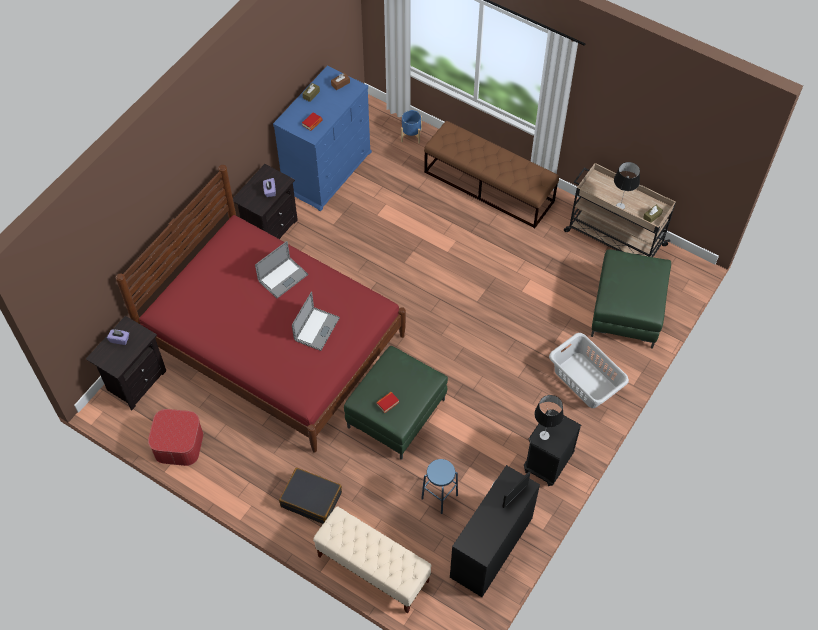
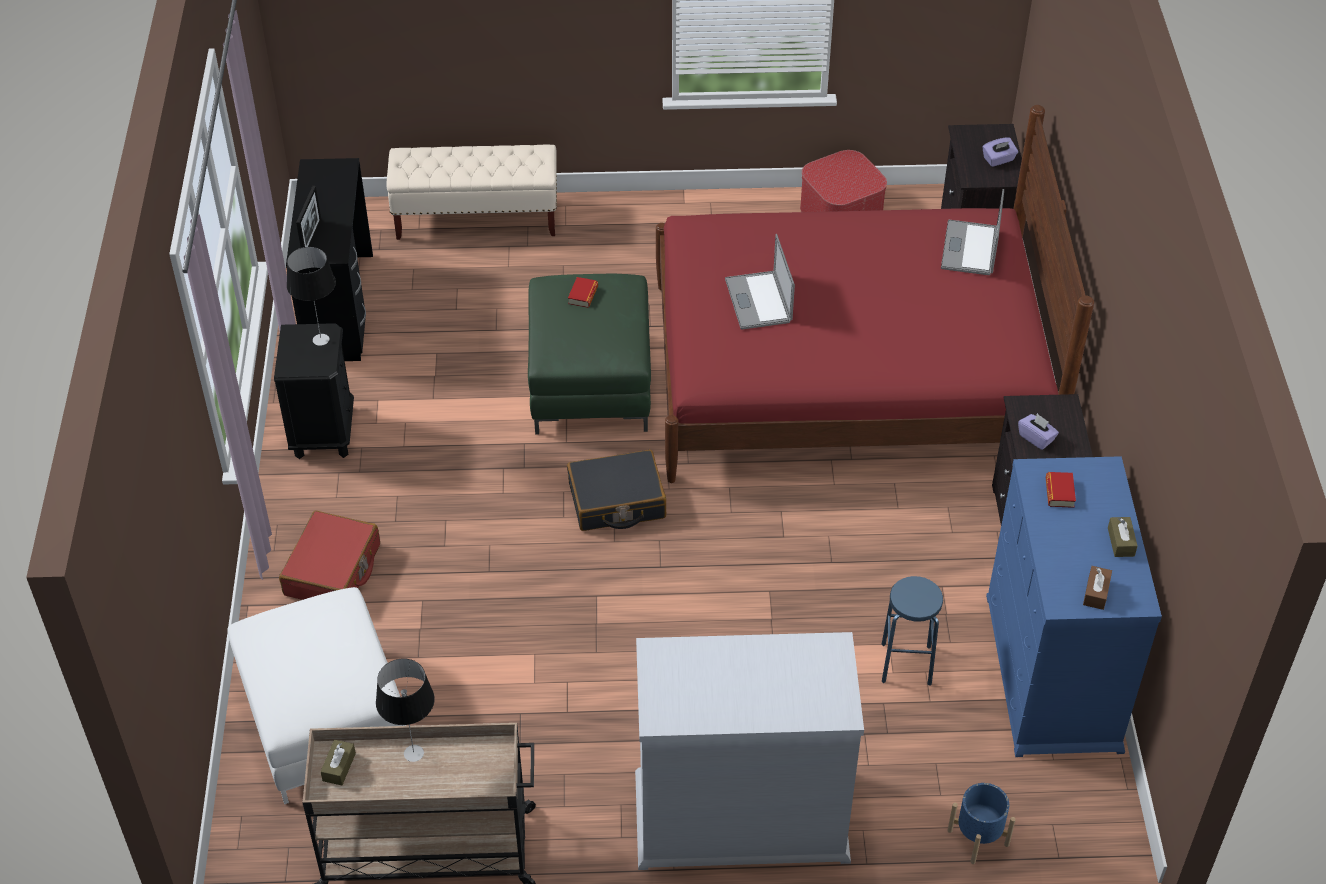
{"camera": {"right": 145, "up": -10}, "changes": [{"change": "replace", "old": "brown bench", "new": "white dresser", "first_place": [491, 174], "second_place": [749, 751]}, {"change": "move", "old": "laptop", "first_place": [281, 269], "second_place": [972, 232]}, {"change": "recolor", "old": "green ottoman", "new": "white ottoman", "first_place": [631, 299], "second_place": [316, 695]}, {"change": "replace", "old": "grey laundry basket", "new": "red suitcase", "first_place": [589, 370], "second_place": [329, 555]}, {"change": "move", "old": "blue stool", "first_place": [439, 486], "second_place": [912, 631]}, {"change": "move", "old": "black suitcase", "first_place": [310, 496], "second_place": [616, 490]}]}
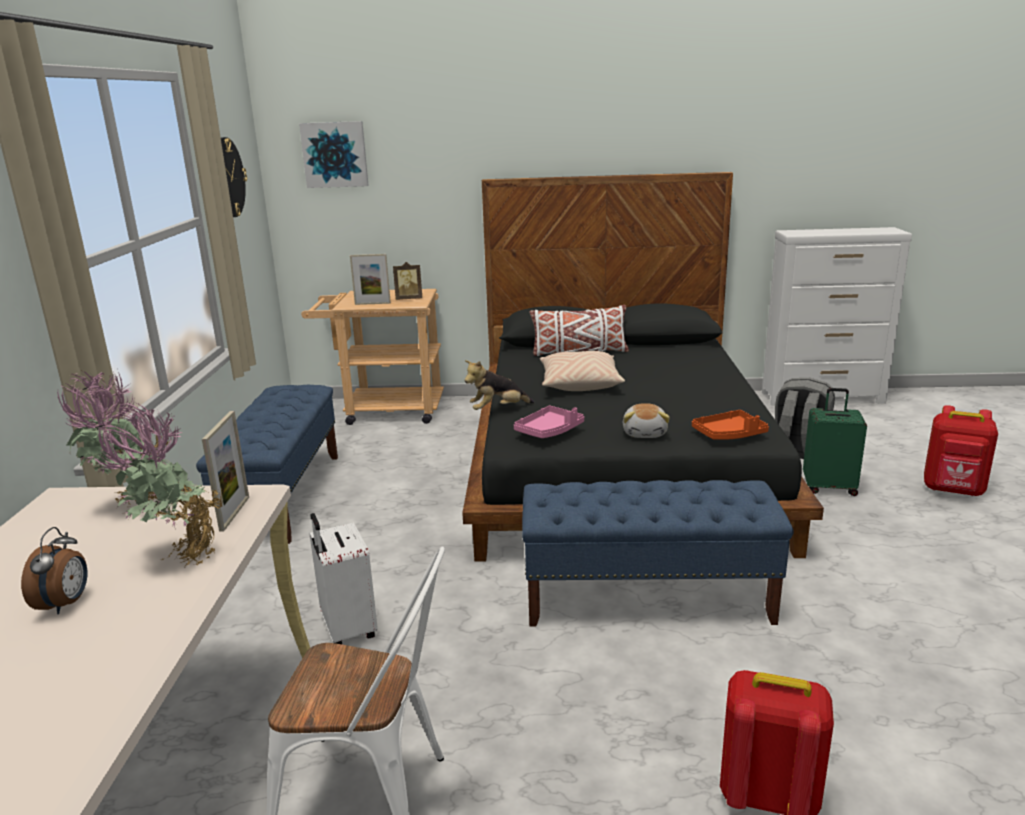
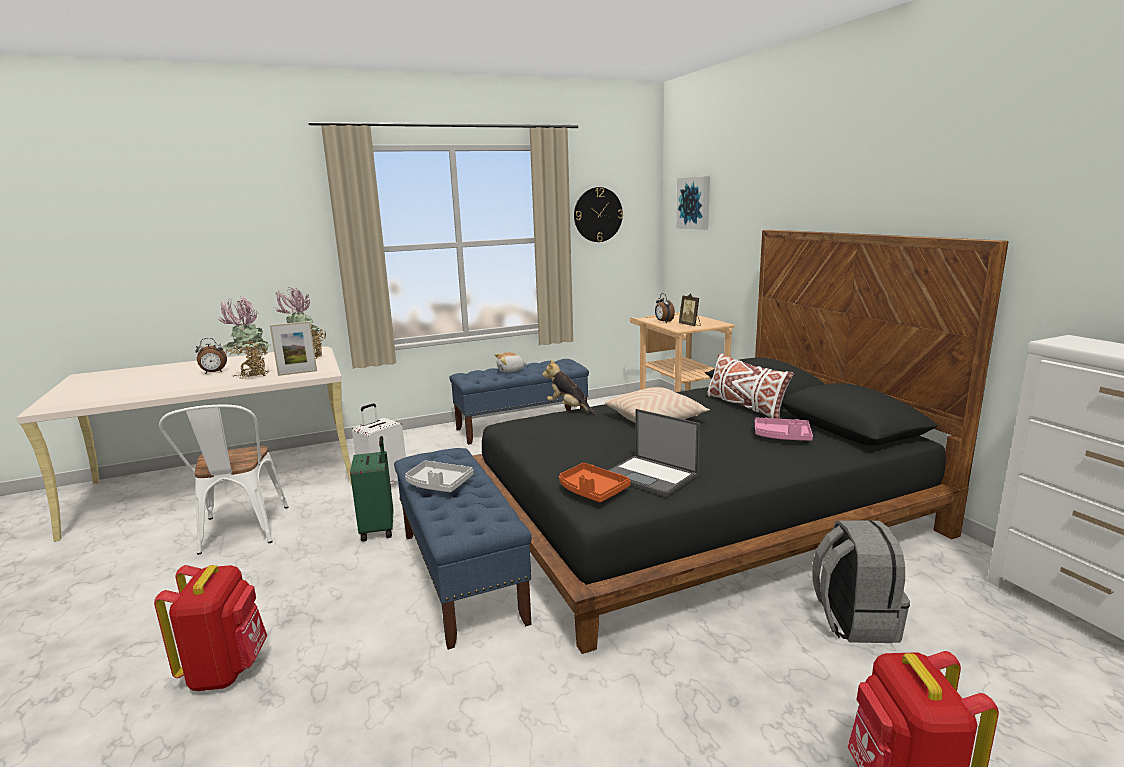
{"camera": {"right": 65, "up": -5}, "changes": [{"change": "replace", "old": "picture frame", "new": "alarm clock", "first_place": [370, 279], "second_place": [665, 308]}, {"change": "move", "old": "green suitcase", "first_place": [835, 442], "second_place": [371, 489]}, {"change": "move", "old": "plush toy", "first_place": [646, 420], "second_place": [511, 362]}, {"change": "move", "old": "pink tray", "first_place": [549, 422], "second_place": [784, 429]}, {"change": "insert", "new": "laptop", "second_place": [654, 453]}, {"change": "insert", "new": "grey tray", "second_place": [439, 476]}]}
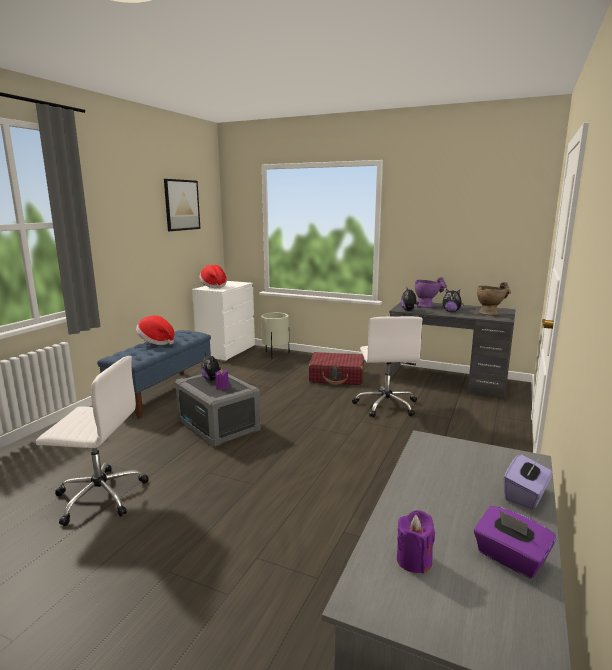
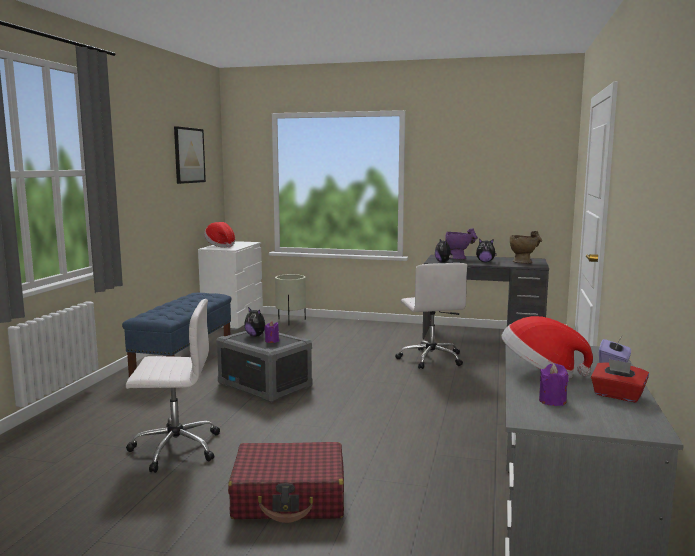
{"camera": {"right": -10, "up": -5}, "changes": [{"change": "move", "old": "hat", "first_place": [155, 330], "second_place": [547, 347]}, {"change": "move", "old": "red suitcase", "first_place": [336, 368], "second_place": [286, 482]}, {"change": "recolor", "old": "purple tissue box", "new": "red tissue box", "first_place": [515, 542], "second_place": [620, 380]}]}
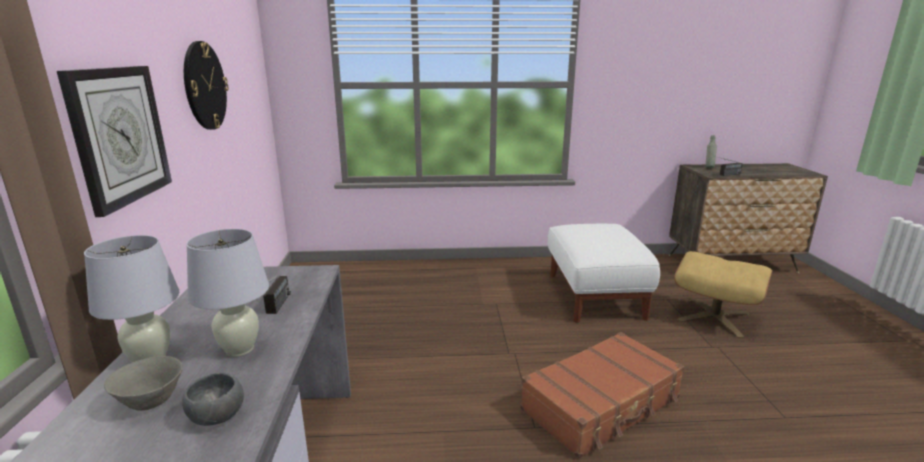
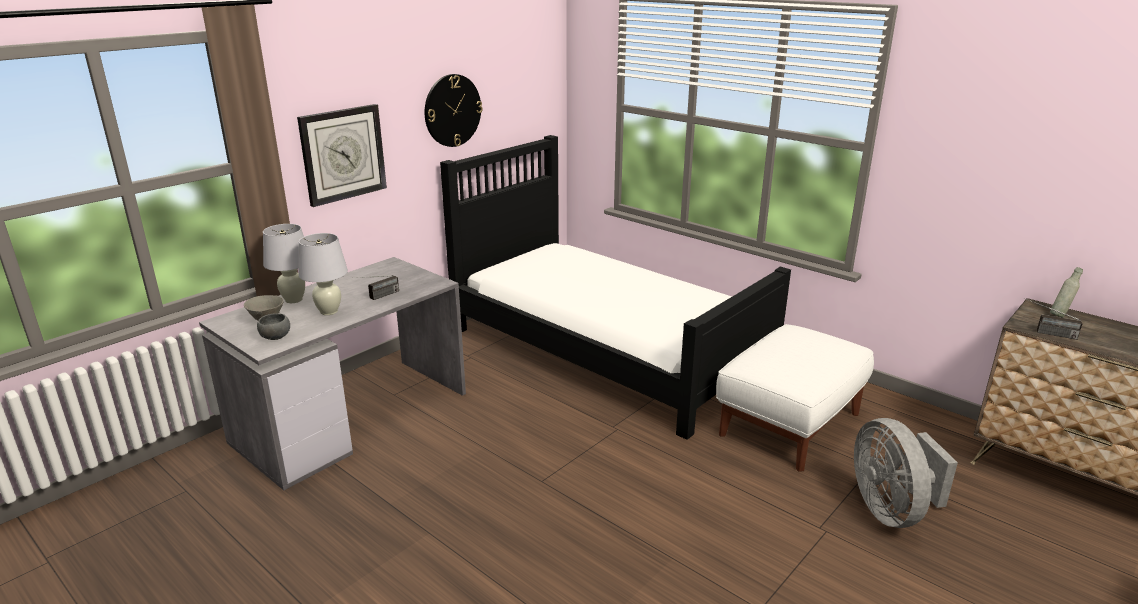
{"camera": {"right": 45, "up": 5}, "changes": [{"change": "replace", "old": "beige ottoman", "new": "grey fan", "first_place": [723, 294], "second_place": [906, 473]}, {"change": "delete", "old": "brown suitcase", "first_place": [602, 395]}, {"change": "insert", "new": "black bed", "second_place": [615, 287]}]}
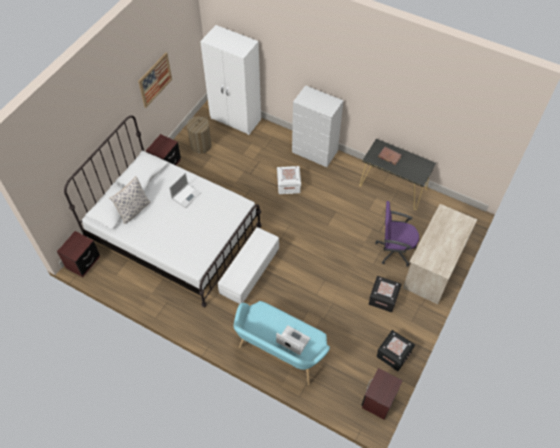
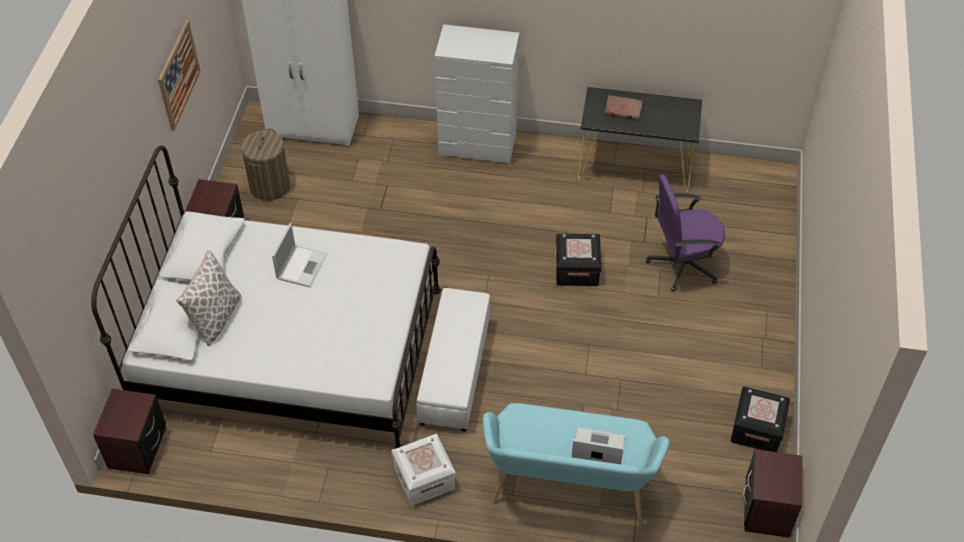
{"camera": {"right": -20, "up": -5}, "changes": [{"change": "move", "old": "white storage box", "first_place": [289, 180], "second_place": [424, 469]}, {"change": "delete", "old": "beige desk", "first_place": [440, 254]}, {"change": "move", "old": "black storage box", "first_place": [385, 294], "second_place": [578, 260]}]}
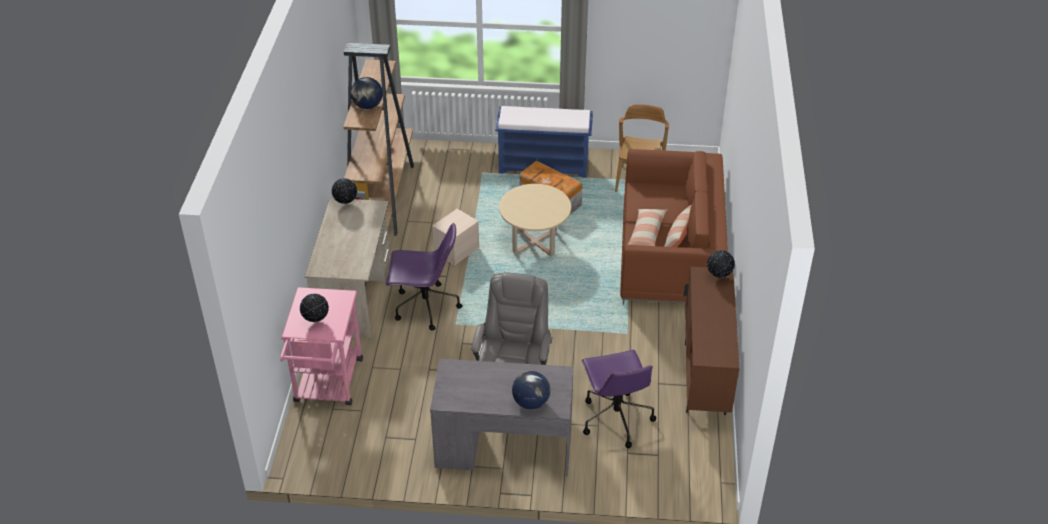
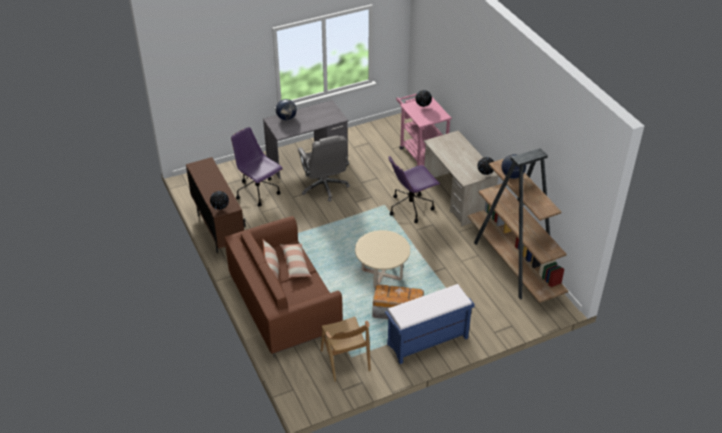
{"camera": {"right": 150, "up": 0}, "changes": [{"change": "delete", "old": "beige storage box", "first_place": [455, 237]}]}
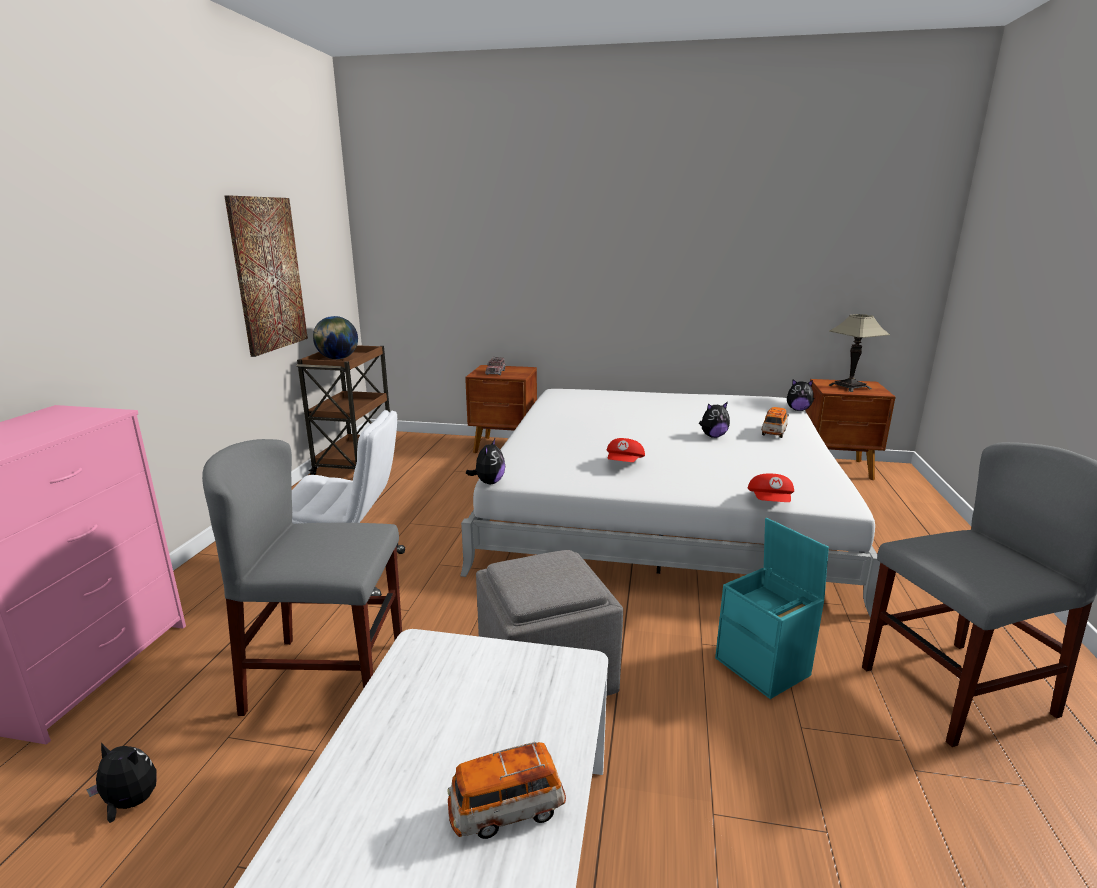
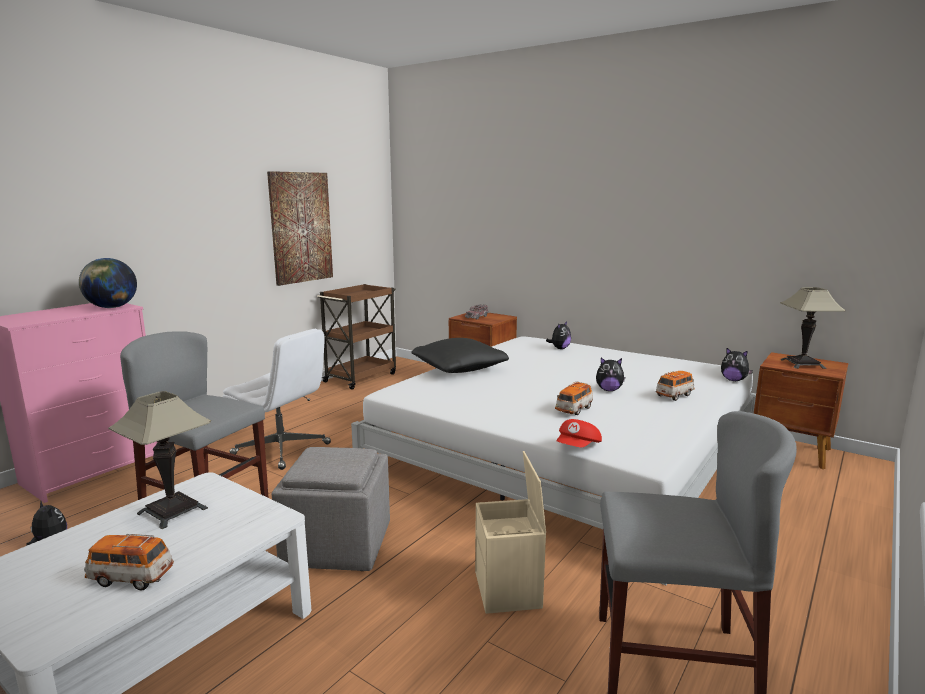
{"camera": {"right": 25, "up": -5}, "changes": [{"change": "move", "old": "globe", "first_place": [335, 337], "second_place": [108, 283]}, {"change": "delete", "old": "red cap", "first_place": [626, 450]}, {"change": "move", "old": "plush toy", "first_place": [485, 461], "second_place": [558, 335]}, {"change": "recolor", "old": "turquoise storage box", "new": "beige storage box", "first_place": [772, 608], "second_place": [510, 532]}, {"change": "insert", "new": "black pillow", "second_place": [460, 355]}, {"change": "insert", "new": "toy car", "second_place": [574, 398]}, {"change": "insert", "new": "table lamp", "second_place": [159, 460]}]}
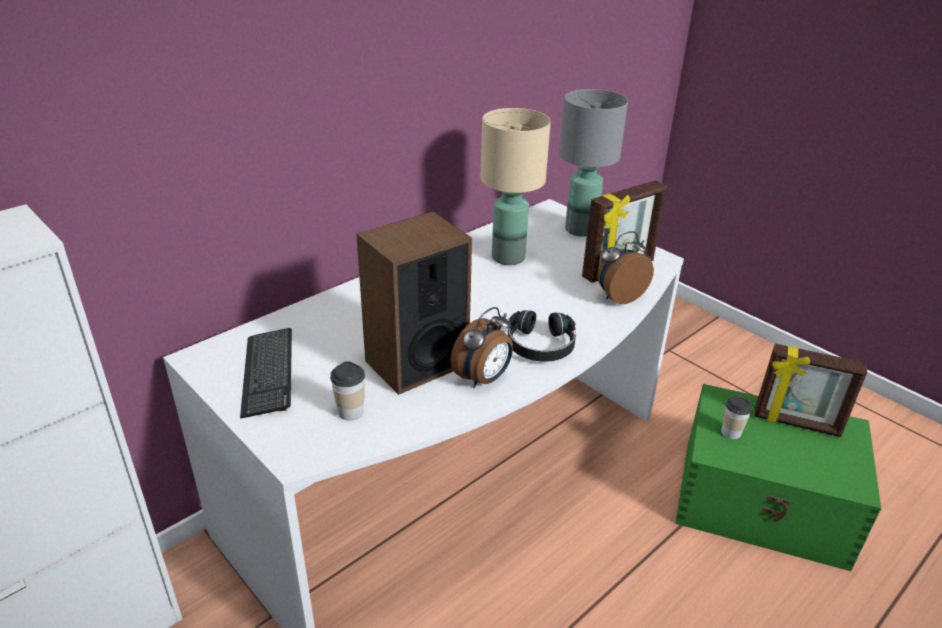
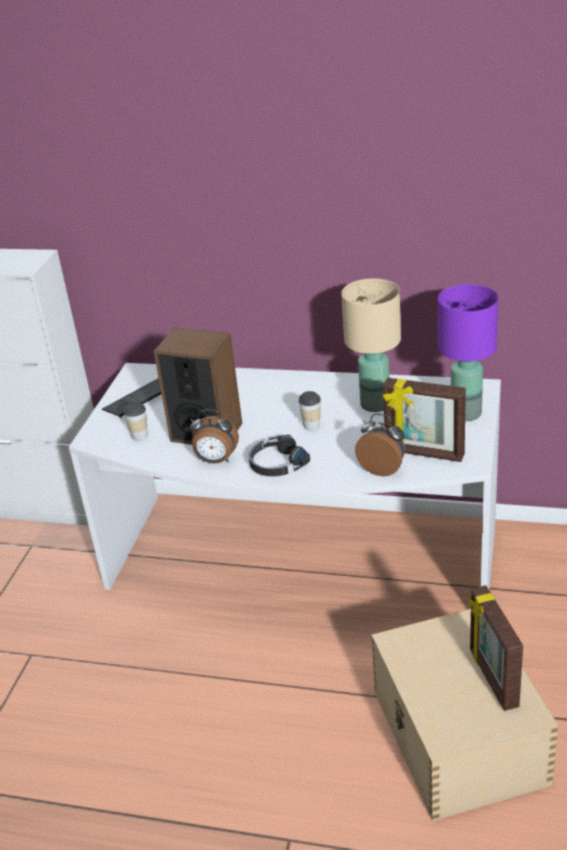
{"camera": {"right": 60, "up": 0}, "changes": [{"change": "recolor", "old": "grey table lamp", "new": "purple table lamp", "first_place": [593, 163], "second_place": [468, 352]}, {"change": "recolor", "old": "green storage box", "new": "beige storage box", "first_place": [778, 477], "second_place": [465, 715]}, {"change": "move", "old": "cup", "first_place": [736, 417], "second_place": [309, 410]}]}
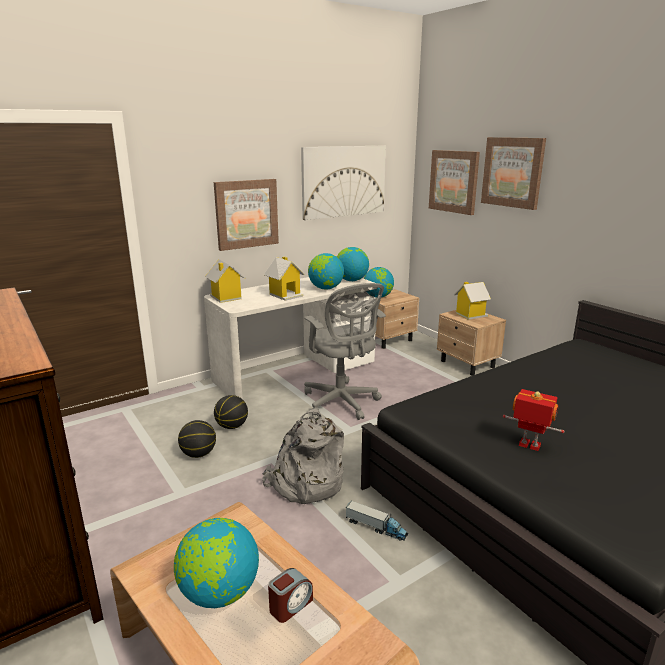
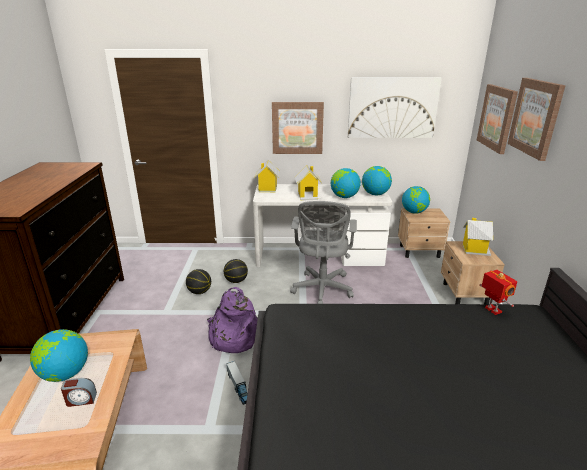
{"camera": {"right": 35, "up": 5}, "changes": [{"change": "move", "old": "toy robot", "first_place": [533, 420], "second_place": [498, 292]}, {"change": "recolor", "old": "grey backpack", "new": "purple backpack", "first_place": [303, 456], "second_place": [232, 320]}]}
